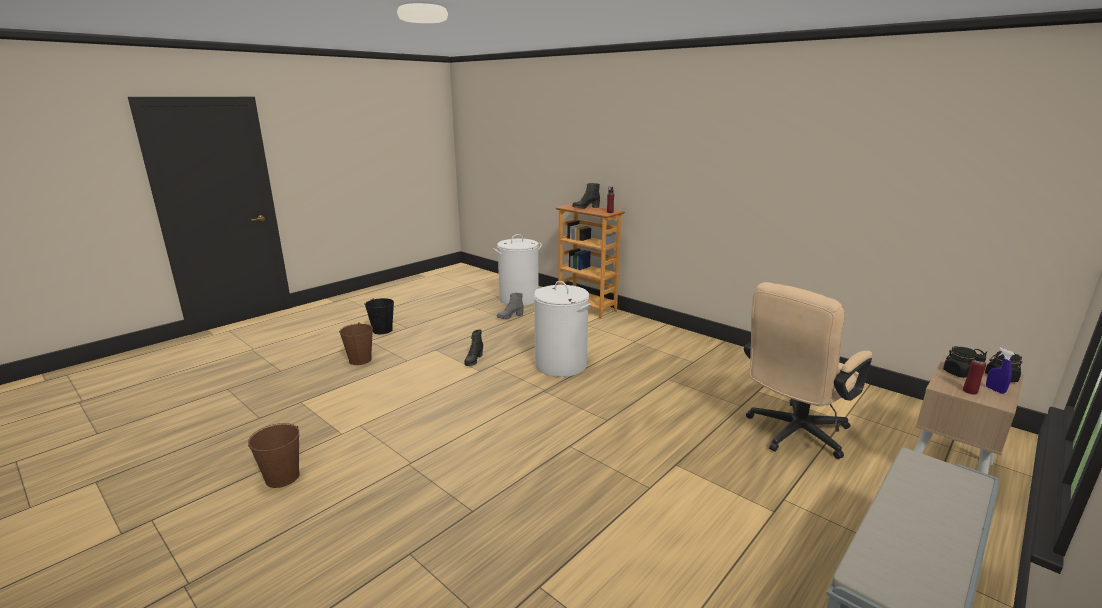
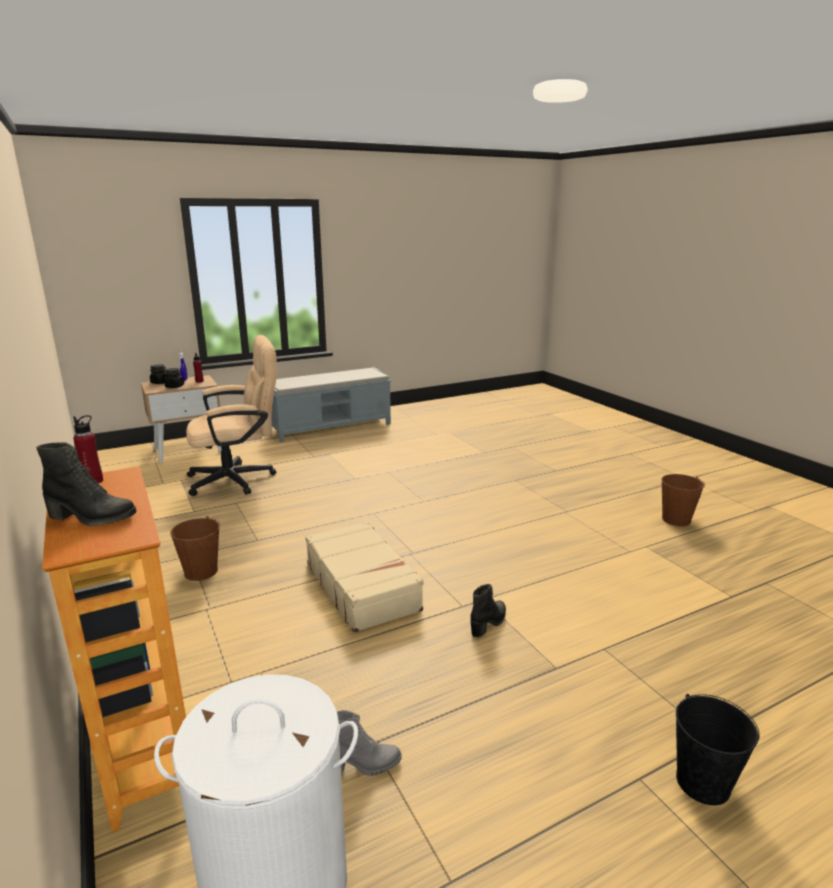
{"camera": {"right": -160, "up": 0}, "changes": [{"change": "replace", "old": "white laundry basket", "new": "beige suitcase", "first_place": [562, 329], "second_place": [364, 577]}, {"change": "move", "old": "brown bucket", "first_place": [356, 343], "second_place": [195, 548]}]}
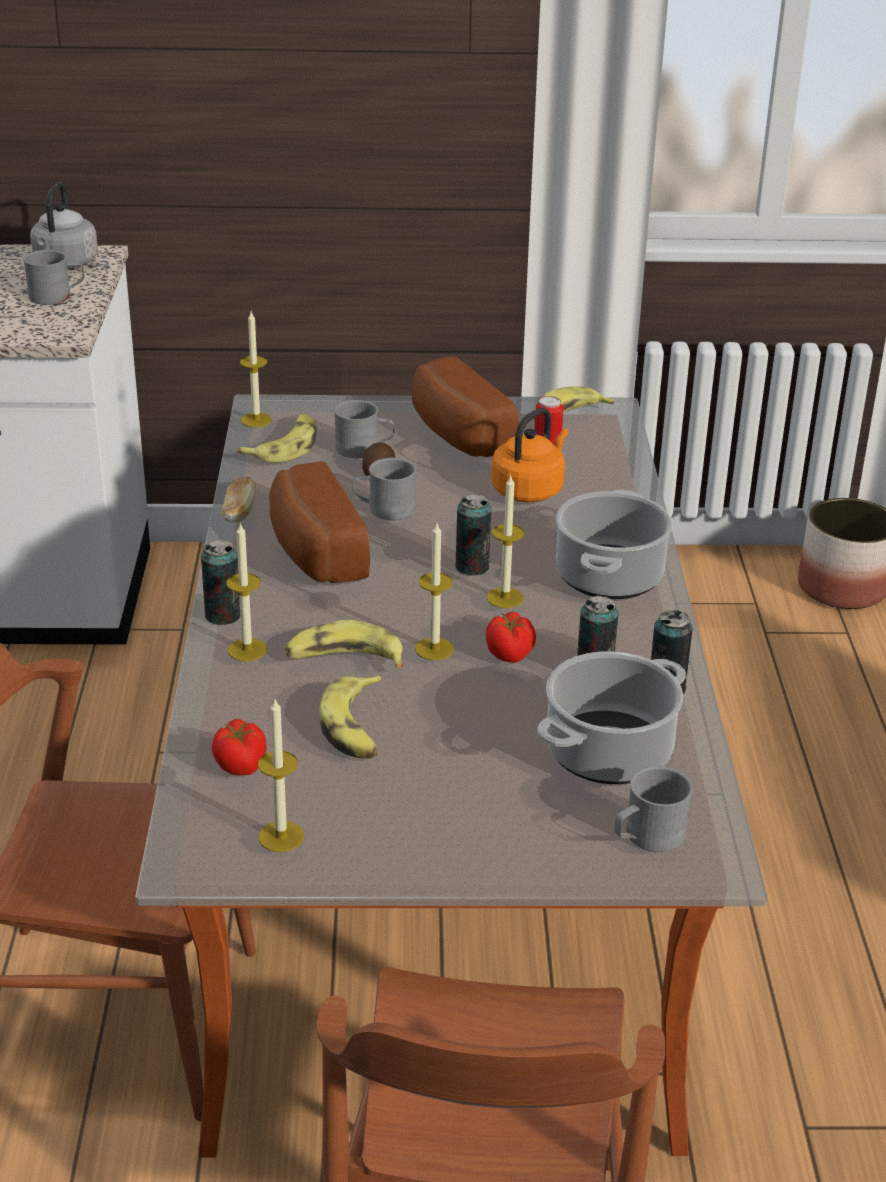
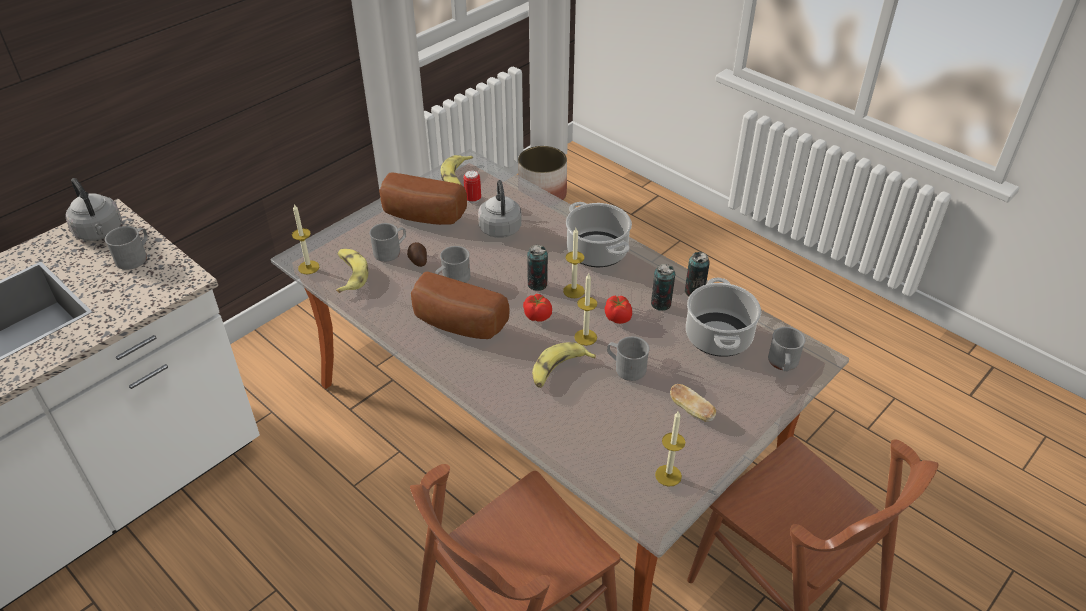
{"camera": {"right": -45, "up": 10}, "changes": [{"change": "recolor", "old": "orange kettle", "new": "grey kettle", "first_place": [530, 455], "second_place": [500, 209]}, {"change": "move", "old": "bread", "first_place": [239, 499], "second_place": [693, 403]}, {"change": "delete", "old": "candle", "first_place": [246, 591]}, {"change": "delete", "old": "can", "first_place": [220, 582]}, {"change": "delete", "old": "banana", "first_place": [351, 717]}, {"change": "move", "old": "tomato", "first_place": [239, 747], "second_place": [537, 308]}, {"change": "insert", "new": "grey mug", "second_place": [628, 358]}]}
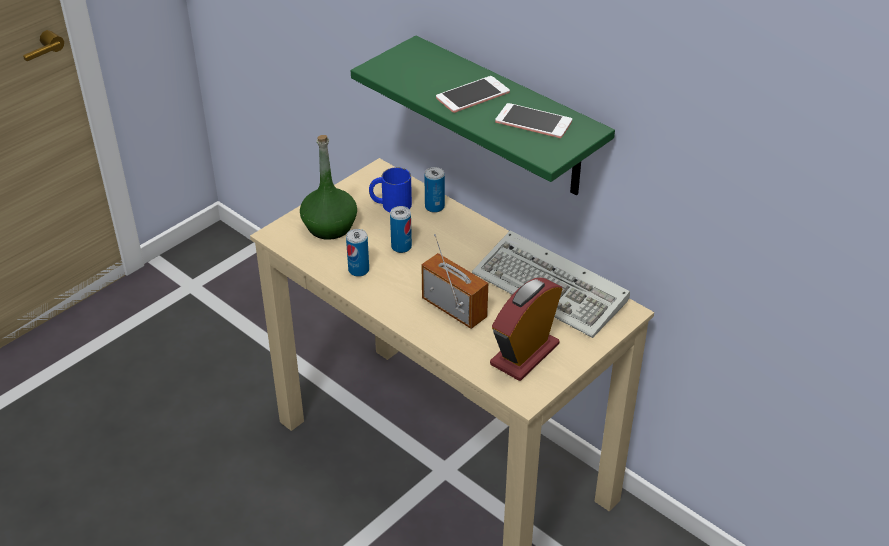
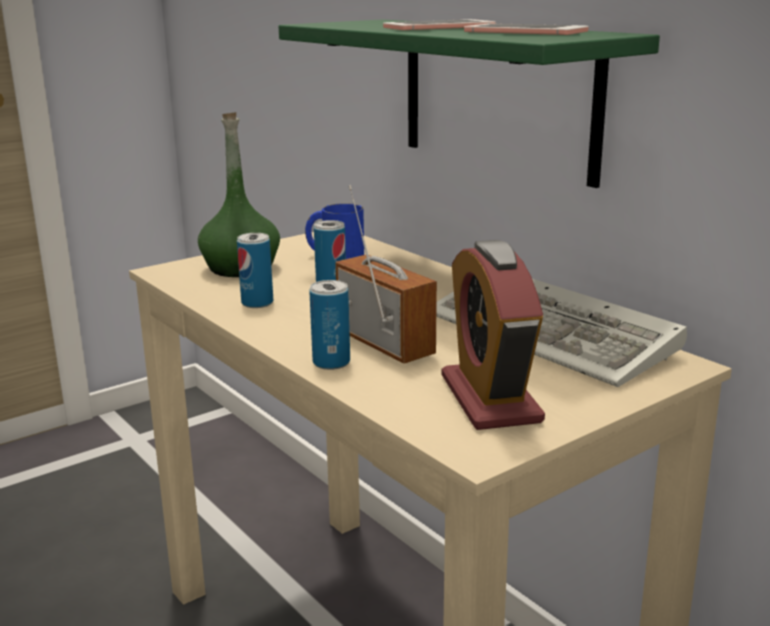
{"camera": {"right": 10, "up": -20}, "changes": [{"change": "move", "old": "can", "first_place": [434, 190], "second_place": [329, 325]}, {"change": "rotate", "old": "alarm clock", "first_place": [526, 329], "second_place": [493, 335], "degrees": -60}]}
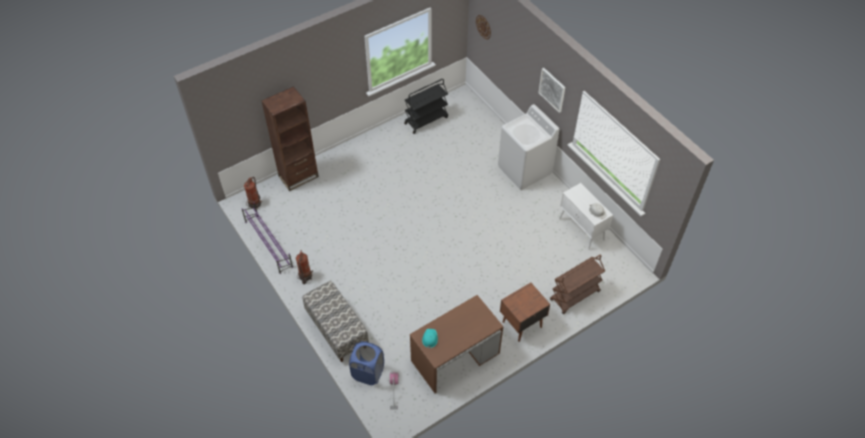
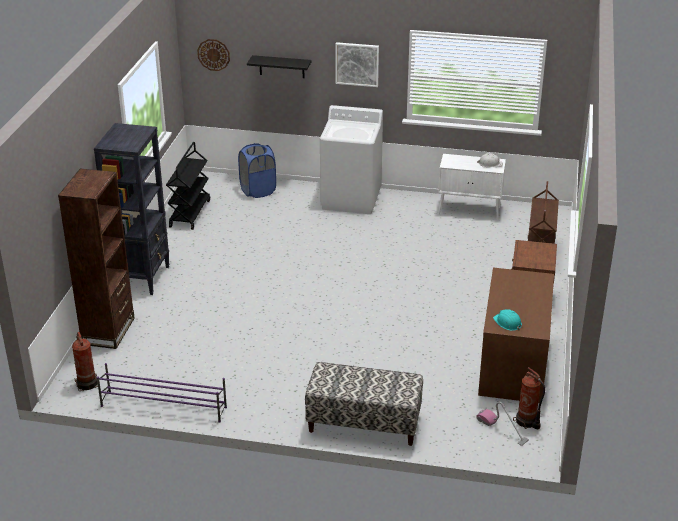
{"camera": {"right": -45, "up": -20}, "changes": [{"change": "move", "old": "fire extinguisher", "first_place": [304, 267], "second_place": [529, 398]}, {"change": "move", "old": "blue laundry basket", "first_place": [366, 363], "second_place": [257, 170]}, {"change": "insert", "new": "black shelf", "second_place": [279, 66]}, {"change": "insert", "new": "black bookcase", "second_place": [131, 209]}]}
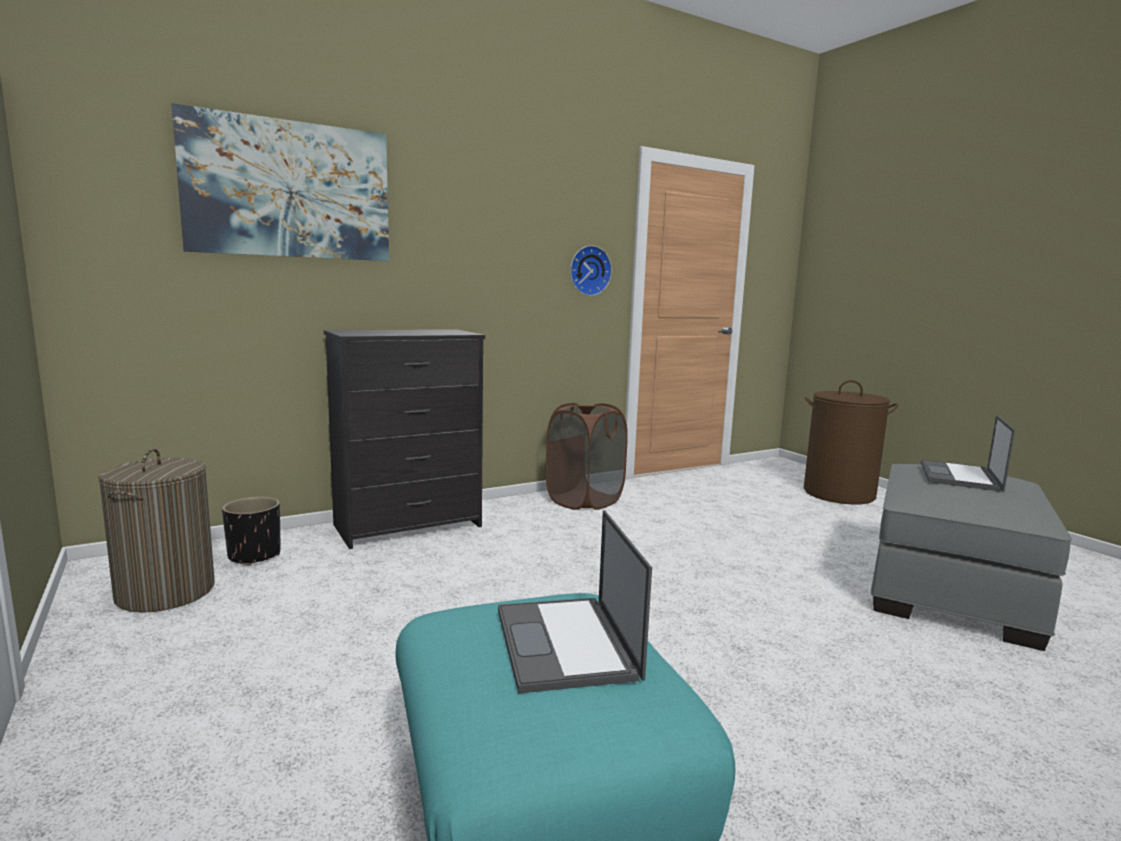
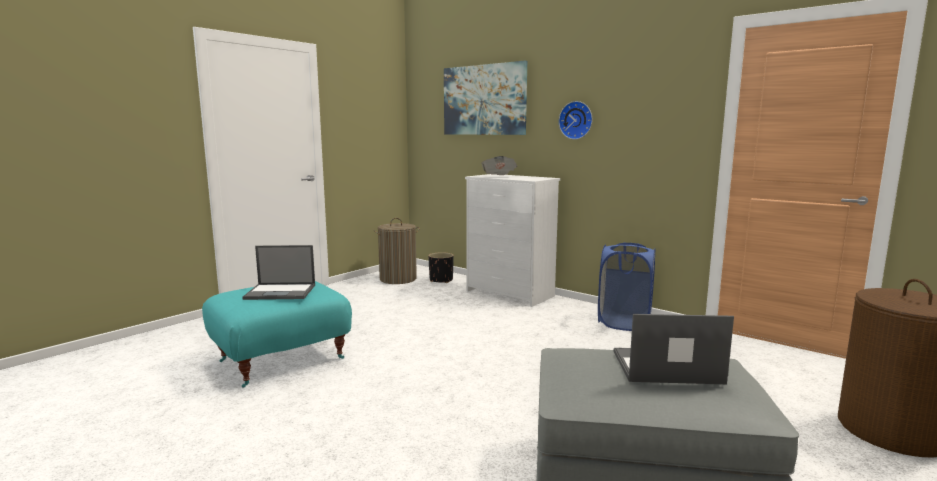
{"camera": {"right": 70, "up": 0}, "changes": [{"change": "move", "old": "wall clock", "first_place": [591, 270], "second_place": [575, 120]}, {"change": "recolor", "old": "black dresser", "new": "white dresser", "first_place": [404, 439], "second_place": [512, 240]}, {"change": "recolor", "old": "brown laundry basket", "new": "blue laundry basket", "first_place": [587, 456], "second_place": [626, 286]}, {"change": "rotate", "old": "laptop", "first_place": [575, 602], "second_place": [278, 272], "degrees": -150}, {"change": "insert", "new": "newspaper", "second_place": [499, 165]}]}
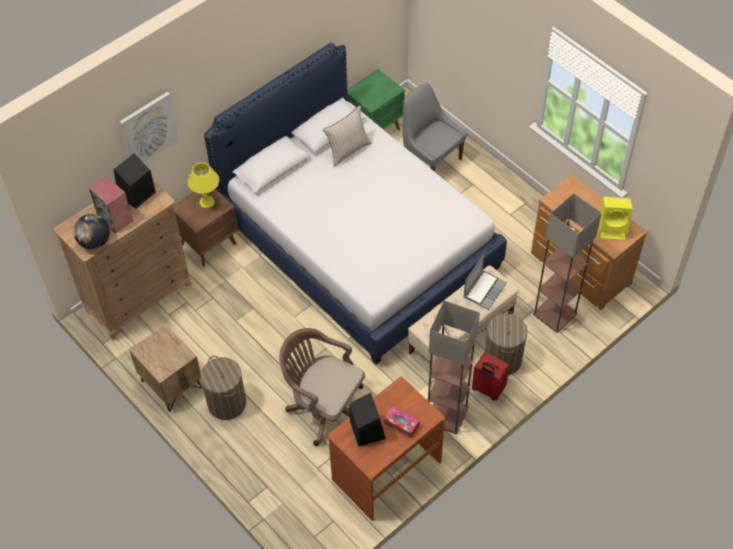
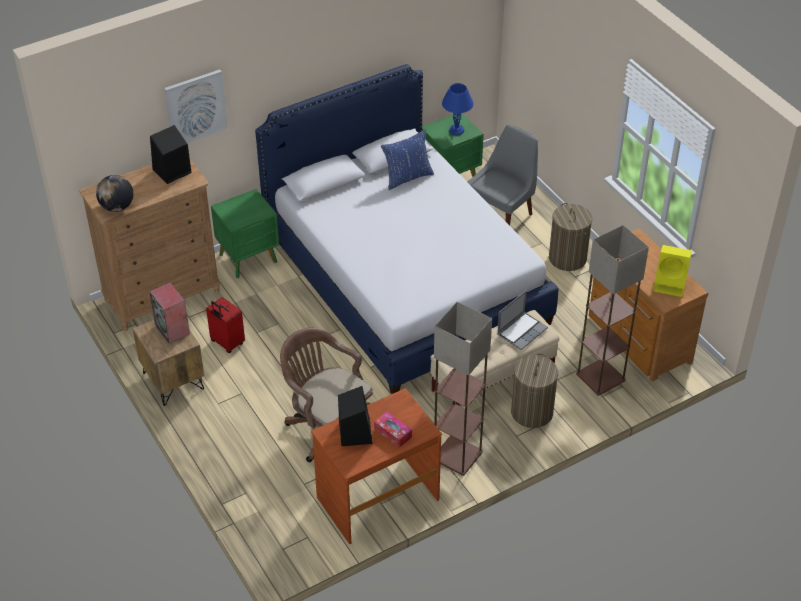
{"camera": {"right": 10, "up": -10}, "changes": [{"change": "rotate", "old": "grey chair", "first_place": [435, 127], "second_place": [502, 175], "degrees": 75}, {"change": "recolor", "old": "beige pillow", "new": "blue pillow", "first_place": [347, 136], "second_place": [407, 159]}, {"change": "delete", "old": "yellow table lamp", "first_place": [203, 185]}, {"change": "move", "old": "speaker", "first_place": [111, 204], "second_place": [169, 313]}, {"change": "recolor", "old": "brown nightstand", "new": "green nightstand", "first_place": [205, 228], "second_place": [245, 233]}, {"change": "move", "old": "red suitcase", "first_place": [491, 376], "second_place": [225, 325]}, {"change": "move", "old": "laundry basket", "first_place": [223, 388], "second_place": [570, 237]}, {"change": "insert", "new": "blue table lamp", "second_place": [457, 109]}]}
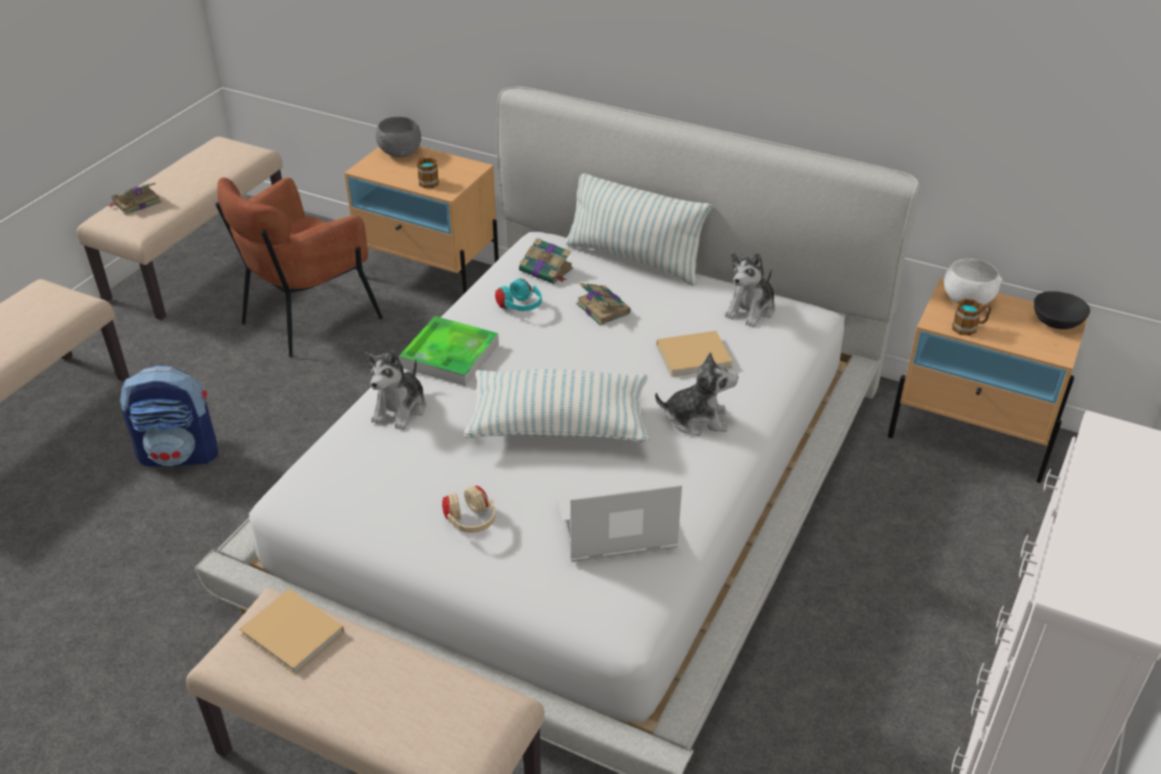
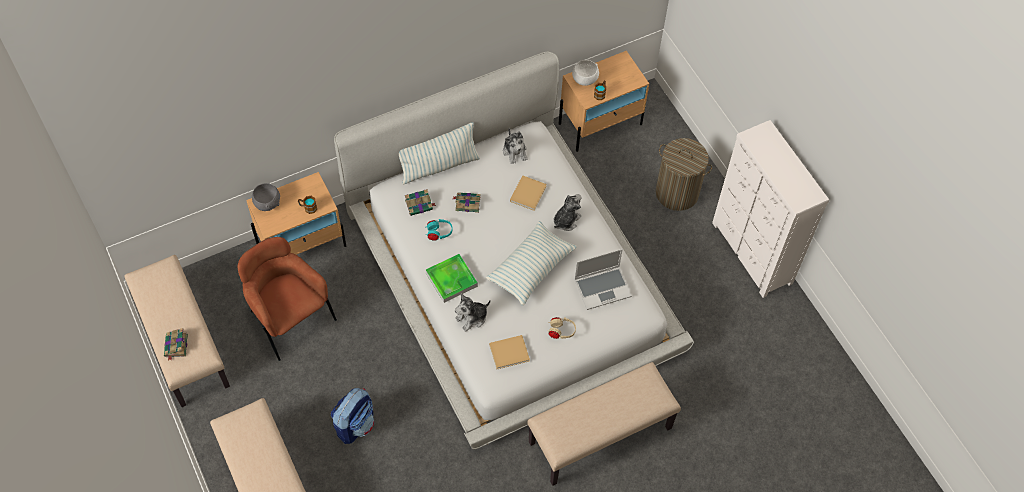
{"camera": {"right": -55, "up": 20}, "changes": [{"change": "rotate", "old": "brown armchair", "first_place": [299, 267], "second_place": [287, 299], "degrees": 150}, {"change": "delete", "old": "black bowl", "first_place": [1062, 310]}, {"change": "rotate", "old": "plush toy", "first_place": [395, 390], "second_place": [473, 312], "degrees": 90}, {"change": "rotate", "old": "laptop", "first_place": [619, 523], "second_place": [603, 279], "degrees": -135}, {"change": "move", "old": "beige book", "first_place": [292, 632], "second_place": [509, 352]}, {"change": "insert", "new": "laundry basket", "second_place": [684, 174]}]}
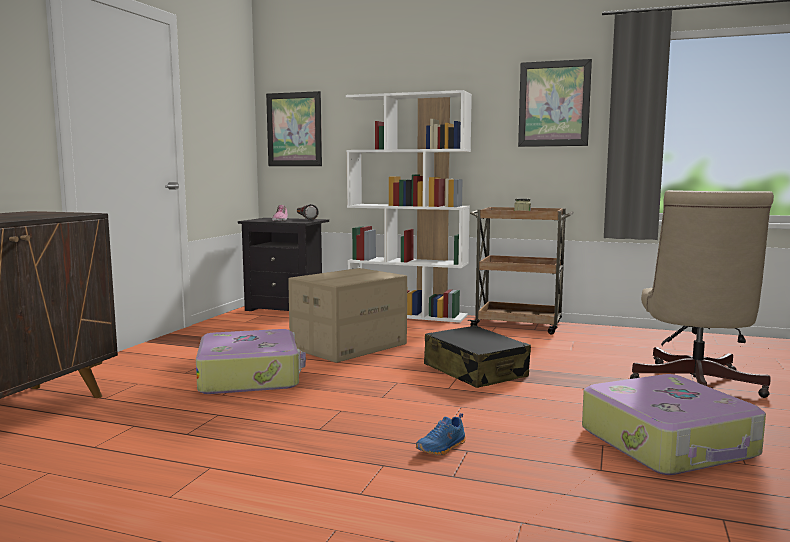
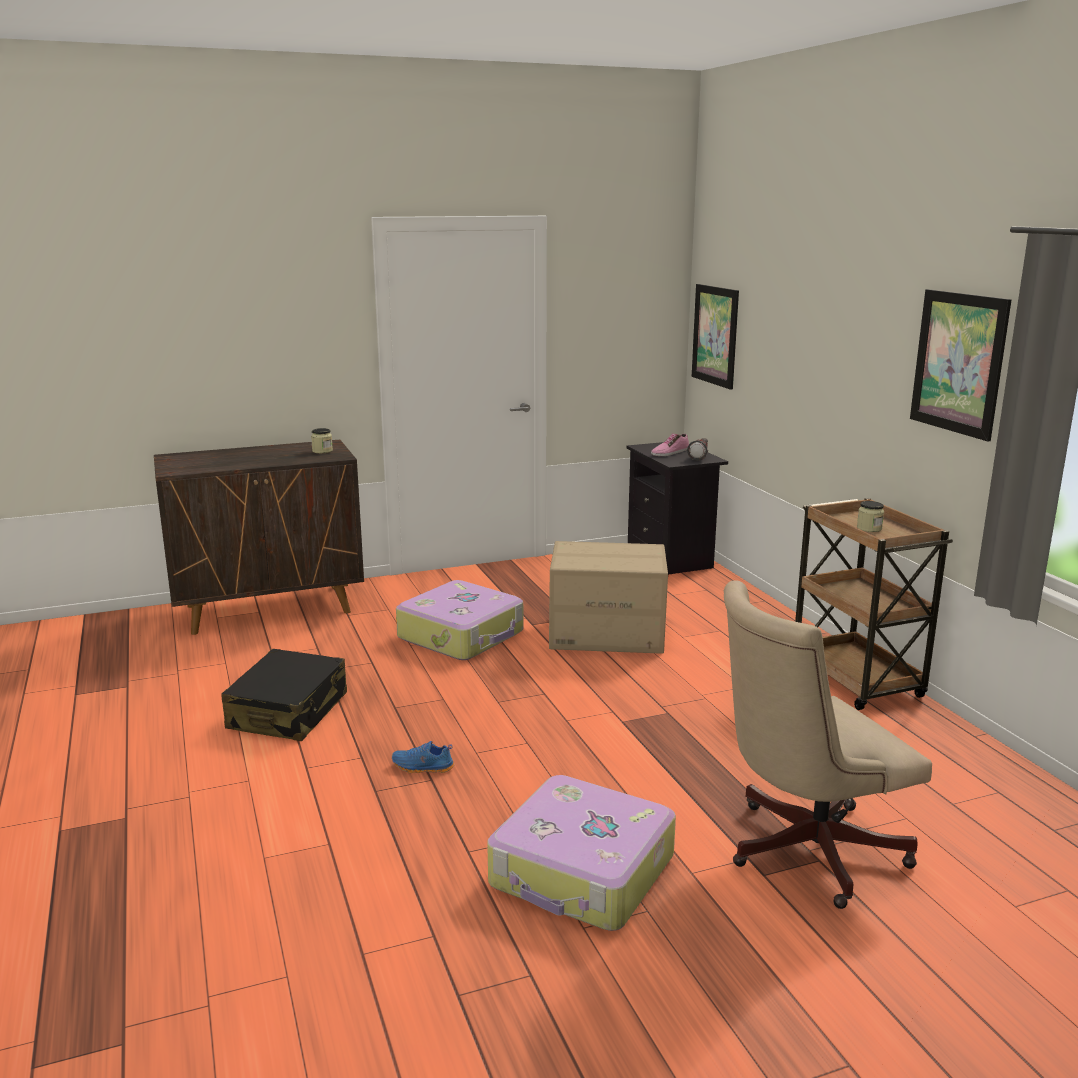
{"camera": {"right": 50, "up": 10}, "changes": [{"change": "delete", "old": "white bookcase", "first_place": [409, 206]}, {"change": "move", "old": "black suitcase", "first_place": [477, 356], "second_place": [284, 695]}, {"change": "insert", "new": "jar", "second_place": [322, 440]}]}
